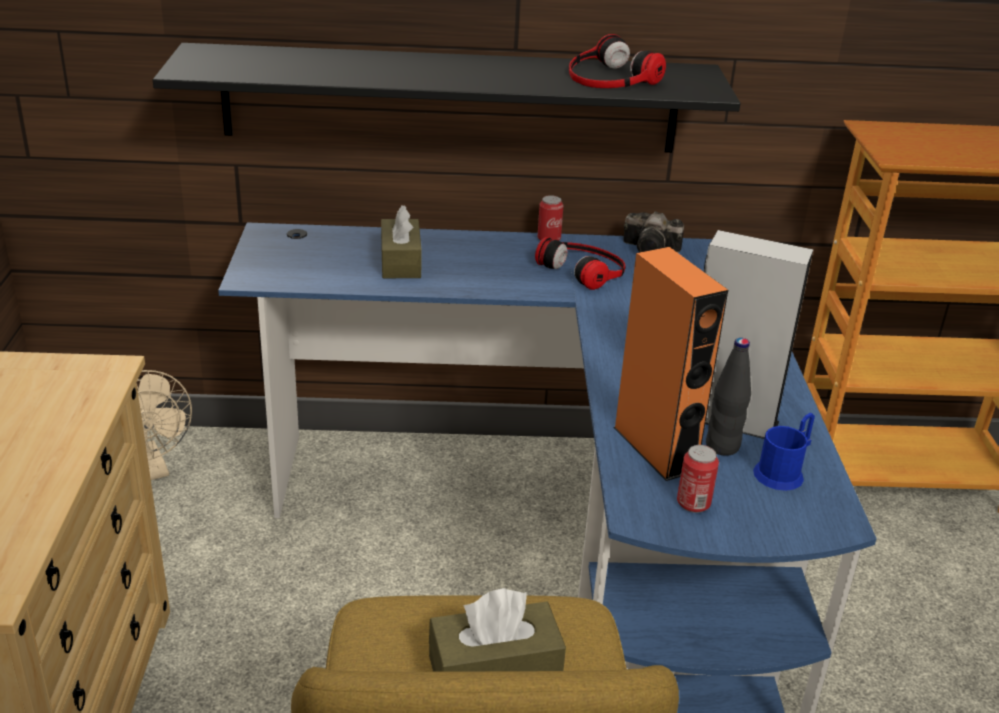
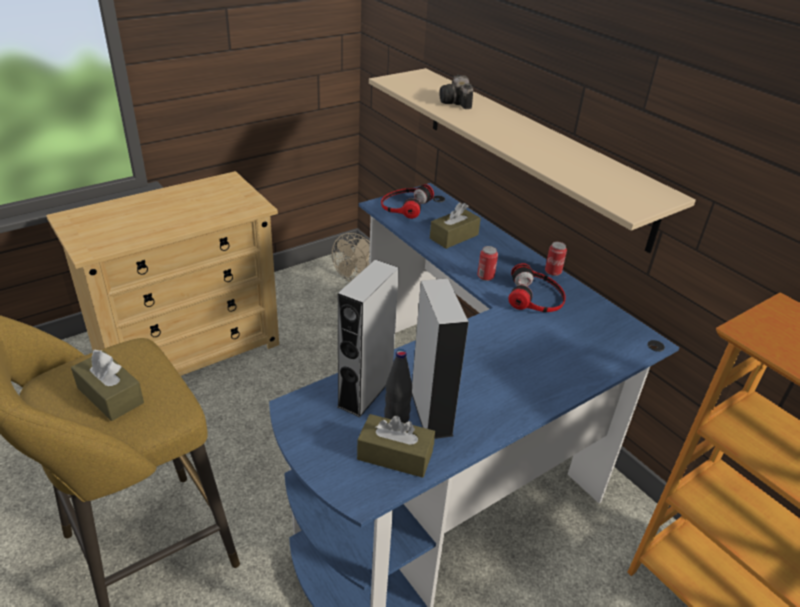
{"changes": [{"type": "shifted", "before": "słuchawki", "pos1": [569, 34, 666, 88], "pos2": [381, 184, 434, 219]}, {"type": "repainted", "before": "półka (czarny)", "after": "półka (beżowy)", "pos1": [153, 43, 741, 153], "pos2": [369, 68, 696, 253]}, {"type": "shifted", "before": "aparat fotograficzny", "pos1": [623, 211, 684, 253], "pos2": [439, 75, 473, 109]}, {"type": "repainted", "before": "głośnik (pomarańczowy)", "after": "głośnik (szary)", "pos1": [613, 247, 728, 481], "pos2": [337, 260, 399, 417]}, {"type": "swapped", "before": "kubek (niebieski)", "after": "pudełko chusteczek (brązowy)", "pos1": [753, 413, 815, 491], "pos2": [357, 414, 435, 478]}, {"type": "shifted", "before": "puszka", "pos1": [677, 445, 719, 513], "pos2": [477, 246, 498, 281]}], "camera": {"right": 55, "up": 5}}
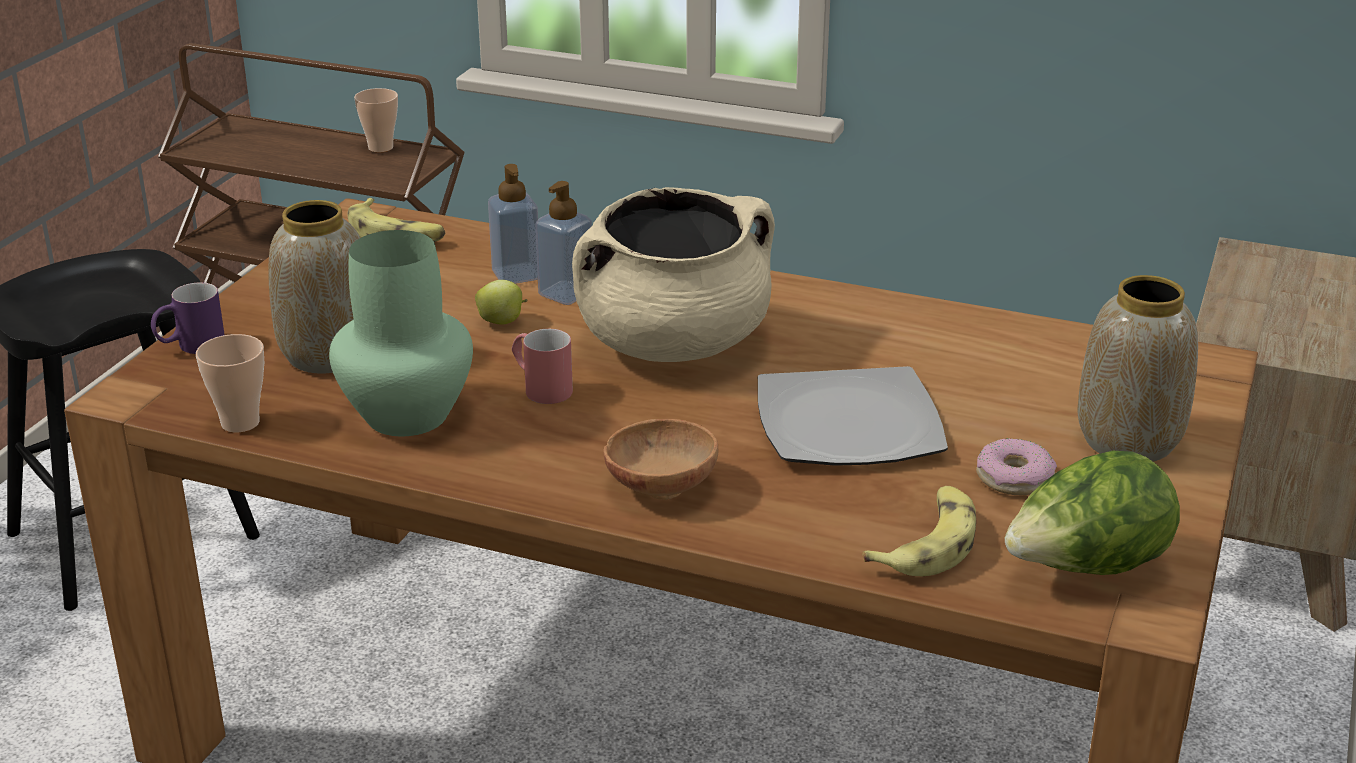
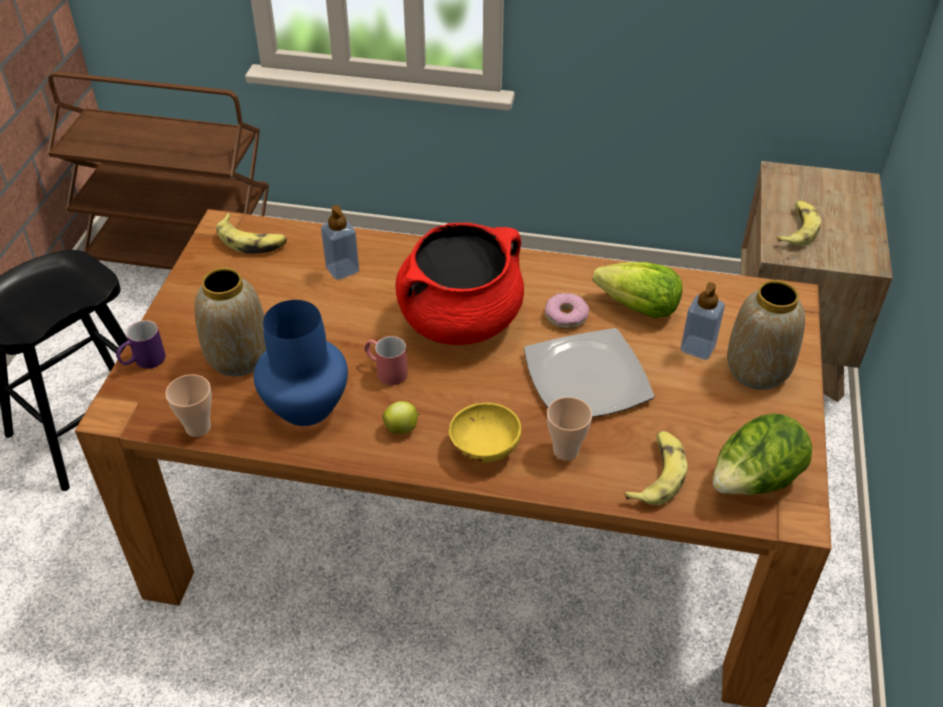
{"changes": [{"type": "shifted", "before": "filiżanka", "pos1": [354, 88, 398, 152], "pos2": [547, 397, 592, 460]}, {"type": "shifted", "before": "dozownik mydła", "pos1": [535, 181, 592, 305], "pos2": [681, 282, 725, 360]}, {"type": "repainted", "before": "garnek (beżowy)", "after": "garnek (czerwony)", "pos1": [572, 187, 775, 362], "pos2": [395, 223, 524, 345]}, {"type": "repainted", "before": "wazon (zielony)", "after": "wazon (niebieski)", "pos1": [329, 230, 473, 436], "pos2": [254, 300, 348, 426]}, {"type": "shifted", "before": "jabłko", "pos1": [475, 280, 528, 325], "pos2": [383, 401, 420, 434]}, {"type": "repainted", "before": "miska (brązowy)", "after": "miska (żółty)", "pos1": [604, 419, 719, 500], "pos2": [449, 403, 522, 463]}, {"type": "shifted", "before": "donut", "pos1": [976, 438, 1057, 495], "pos2": [545, 293, 589, 329]}, {"type": "new", "after": "banan", "pos2": [776, 201, 821, 246]}, {"type": "new", "after": "sałata", "pos2": [593, 262, 683, 318]}], "camera": {"right": -10, "up": 15}}
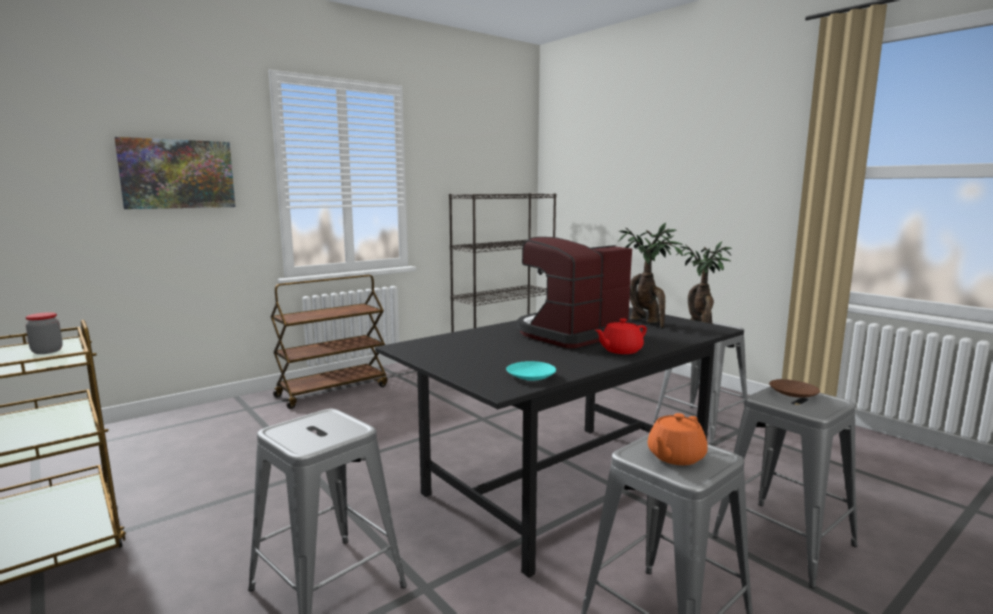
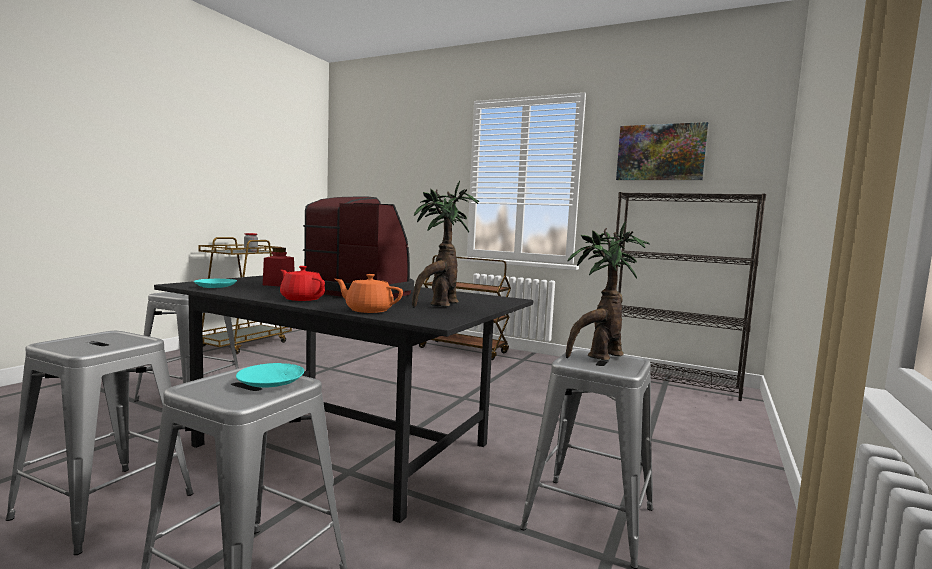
{"changes": [{"type": "shifted", "before": "obraz", "pos1": [114, 137, 235, 209], "pos2": [616, 122, 708, 180]}, {"type": "repainted", "before": "talerz (brązowy)", "after": "talerz (turkusowy)", "pos1": [769, 379, 820, 398], "pos2": [236, 363, 304, 388]}, {"type": "shifted", "before": "imbryk (pomarańczowy)", "pos1": [647, 413, 708, 465], "pos2": [335, 274, 403, 313]}, {"type": "new", "after": "słoik (czerwony)", "pos2": [263, 247, 295, 286]}], "camera": {"right": 65, "up": -5}}
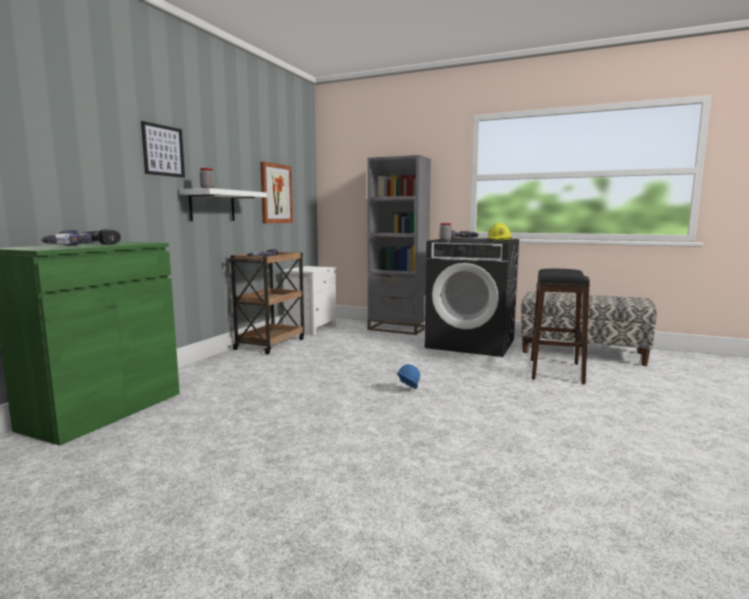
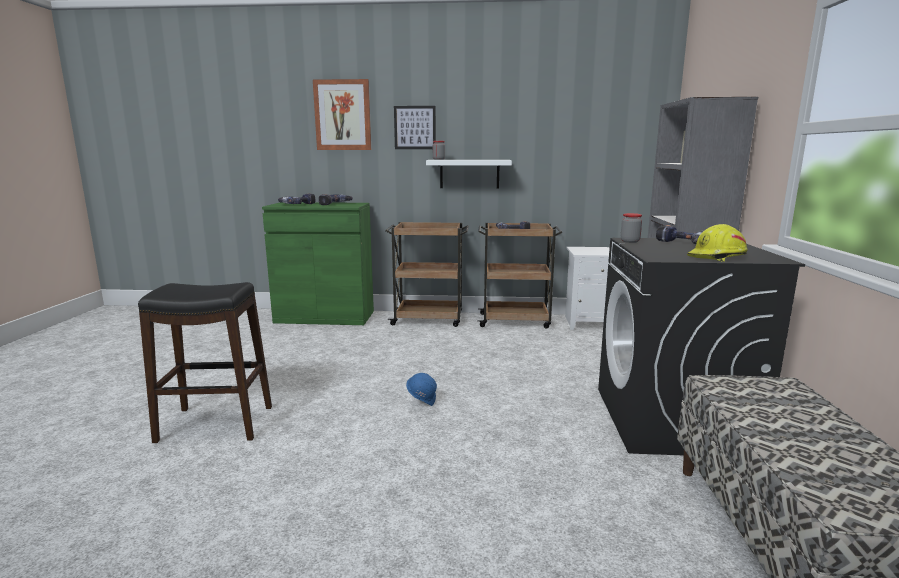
{"changes": [{"type": "shifted", "before": "obraz", "pos1": [260, 162, 293, 223], "pos2": [313, 79, 371, 150]}, {"type": "shifted", "before": "stołek (czarny)", "pos1": [531, 269, 590, 384], "pos2": [138, 282, 272, 443]}, {"type": "new", "after": "wózek (brązowy)", "pos2": [385, 222, 469, 327]}], "camera": {"right": 70, "up": 5}}
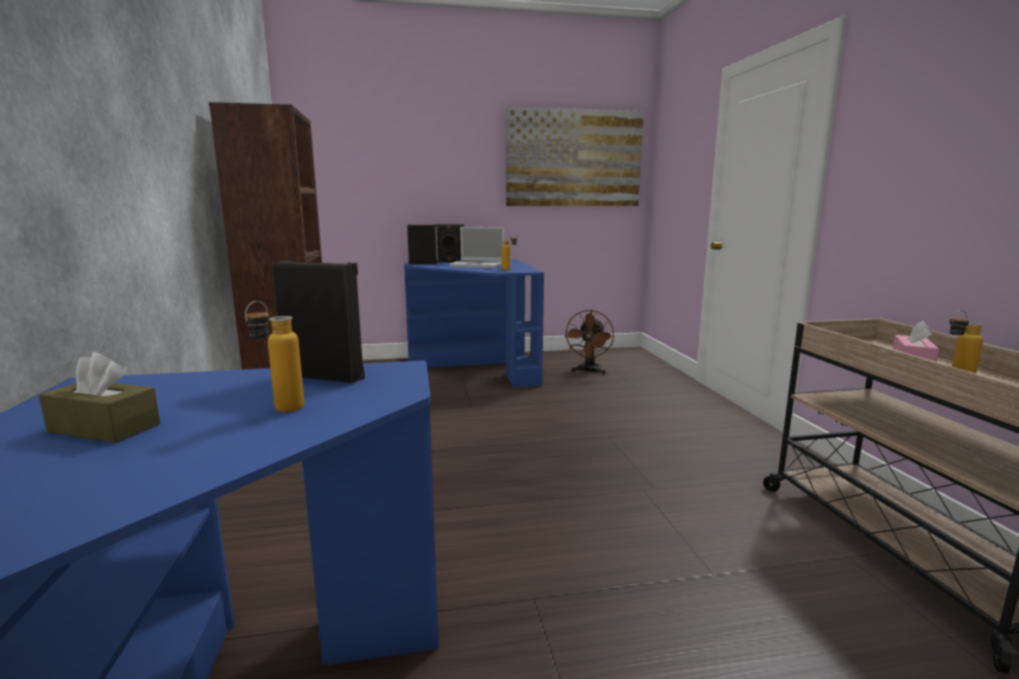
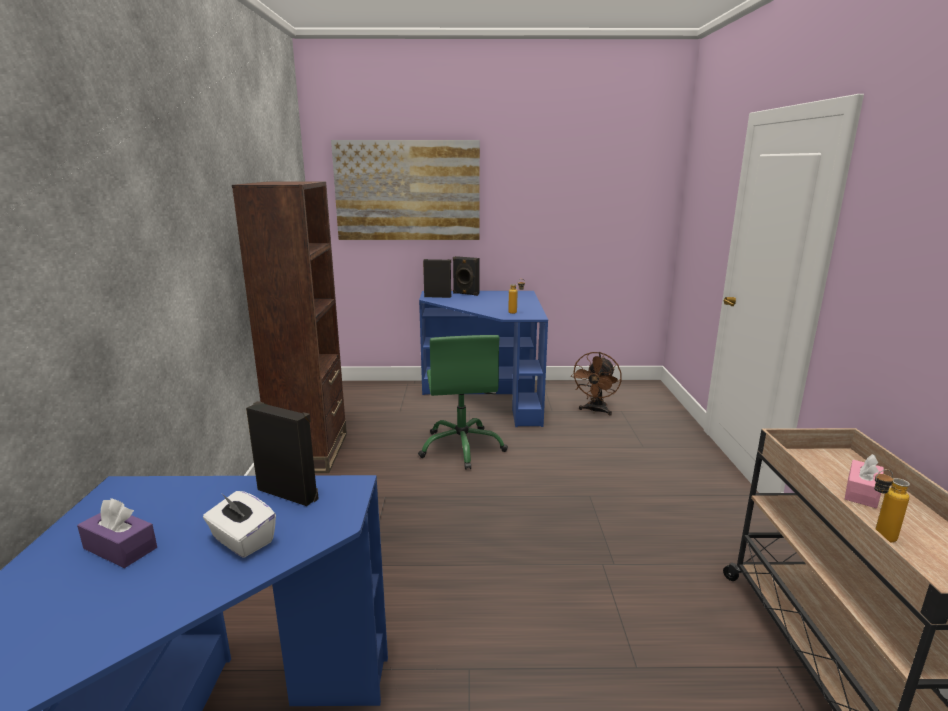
{"changes": [{"type": "shifted", "before": "obraz", "pos1": [506, 106, 644, 206], "pos2": [331, 140, 480, 240]}, {"type": "gone", "before": "laptop", "pos1": [450, 227, 504, 268]}, {"type": "swapped", "before": "butelka", "after": "pudełko chusteczek (biały)", "pos1": [245, 301, 304, 412], "pos2": [203, 491, 276, 558]}, {"type": "repainted", "before": "pudełko chusteczek (brązowy)", "after": "pudełko chusteczek (fioletowy)", "pos1": [39, 352, 160, 443], "pos2": [77, 498, 157, 568]}, {"type": "new", "after": "krzesło biurowe (zielony)", "pos2": [418, 335, 508, 470]}], "camera": {"right": 10, "up": 5}}
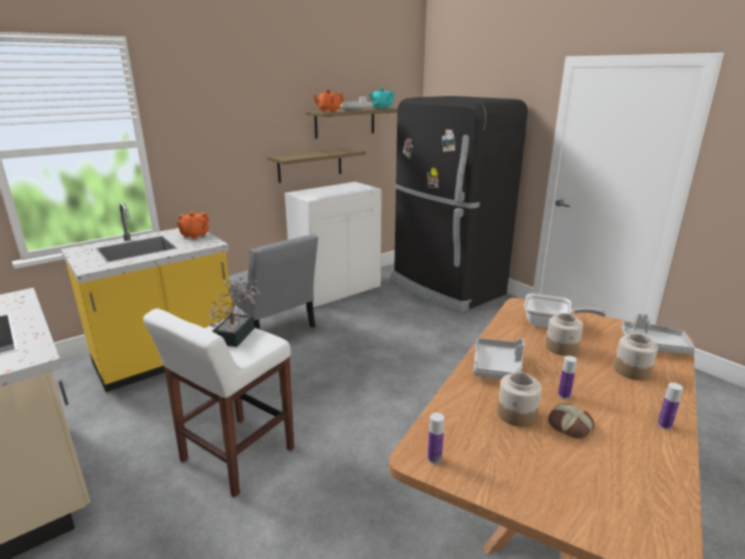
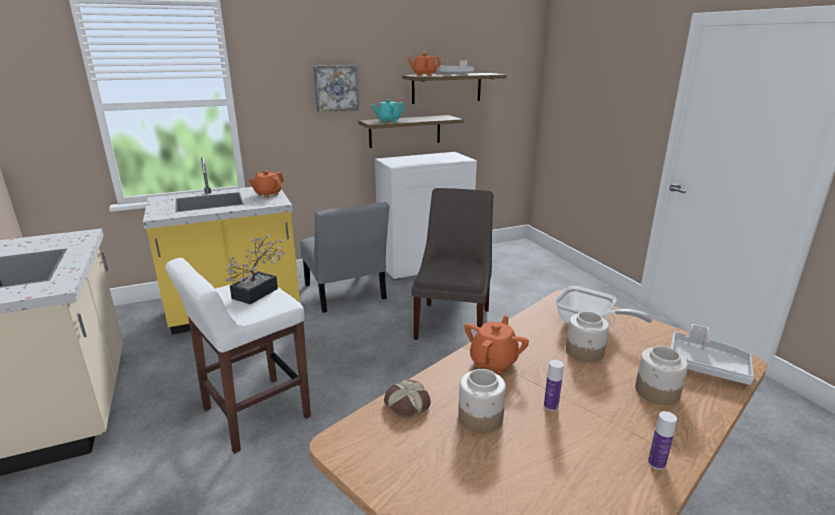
{"changes": [{"type": "shifted", "before": "imbryk (turkusowy)", "pos1": [369, 88, 395, 109], "pos2": [372, 99, 405, 122]}, {"type": "gone", "before": "lodówka (czarny)", "pos1": [391, 96, 528, 312]}, {"type": "swapped", "before": "taca (szary)", "after": "imbryk (pomarańczowy)", "pos1": [474, 338, 525, 379], "pos2": [464, 316, 529, 374]}, {"type": "shifted", "before": "chleb", "pos1": [548, 403, 595, 439], "pos2": [384, 380, 431, 418]}, {"type": "gone", "before": "butelka", "pos1": [428, 413, 444, 464]}, {"type": "new", "after": "obraz", "pos2": [313, 65, 359, 112]}, {"type": "new", "after": "krzesło (szary)", "pos2": [412, 188, 494, 340]}], "camera": {"right": 15, "up": 0}}
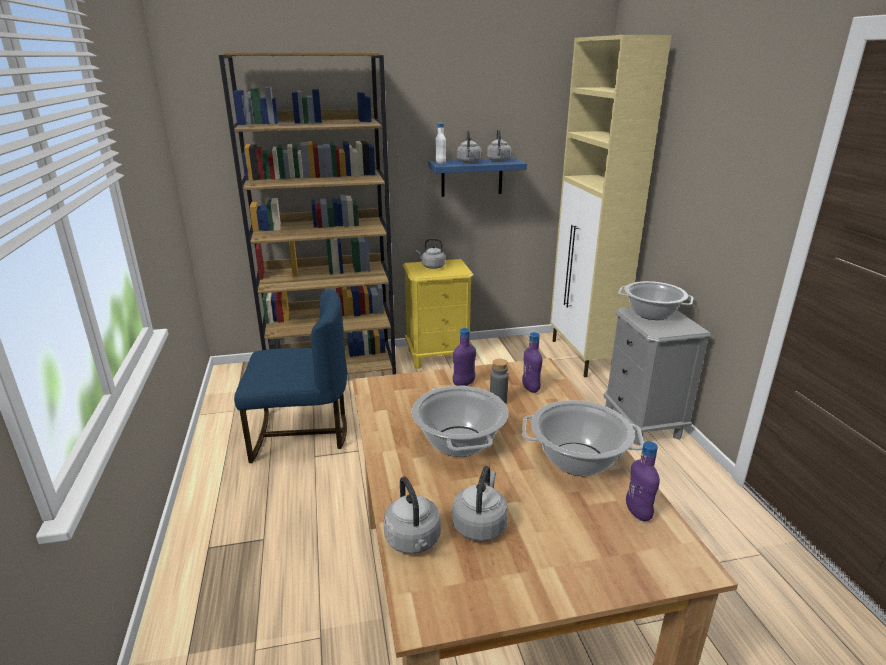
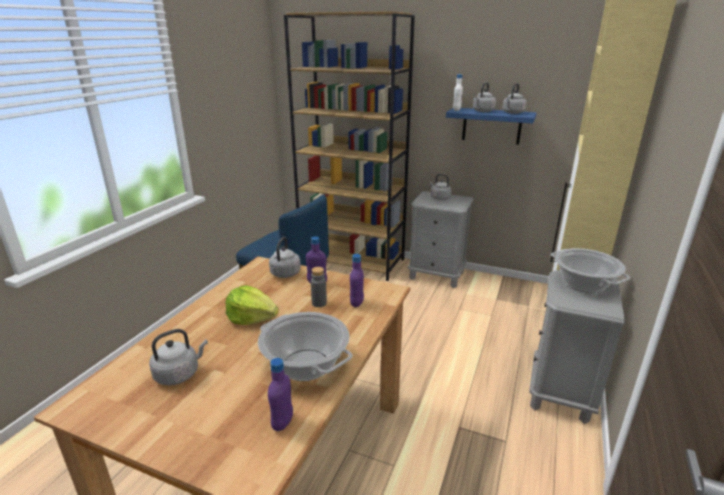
{"changes": [{"type": "repainted", "before": "szafka nocna (żółty)", "after": "szafka nocna (szary)", "pos1": [403, 259, 474, 369], "pos2": [408, 191, 474, 288]}, {"type": "swapped", "before": "garnek", "after": "sałata", "pos1": [412, 386, 508, 457], "pos2": [225, 285, 279, 325]}, {"type": "shifted", "before": "czajnik (szary)", "pos1": [383, 477, 441, 554], "pos2": [269, 237, 301, 278]}], "camera": {"right": 35, "up": 0}}
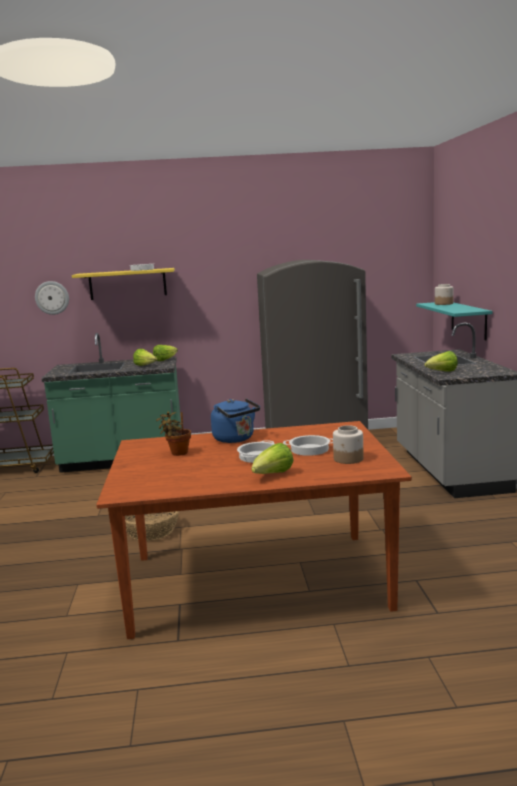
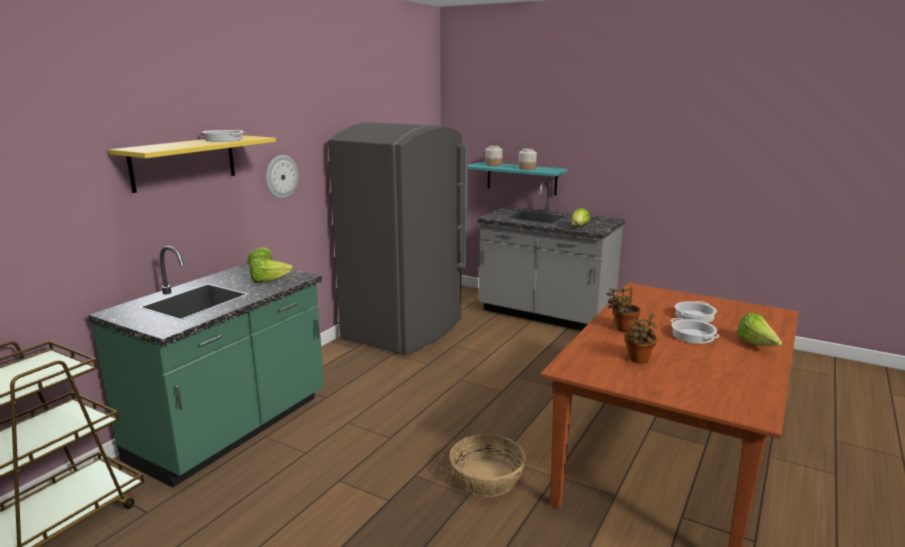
{"changes": [{"type": "shifted", "before": "zegar ścienny", "pos1": [35, 281, 69, 315], "pos2": [266, 155, 299, 199]}, {"type": "swapped", "before": "czajnik (niebieski)", "after": "roślina doniczkowa", "pos1": [211, 398, 260, 443], "pos2": [606, 287, 641, 332]}, {"type": "shifted", "before": "słoik", "pos1": [333, 425, 364, 464], "pos2": [518, 149, 537, 170]}], "camera": {"right": -55, "up": 5}}
